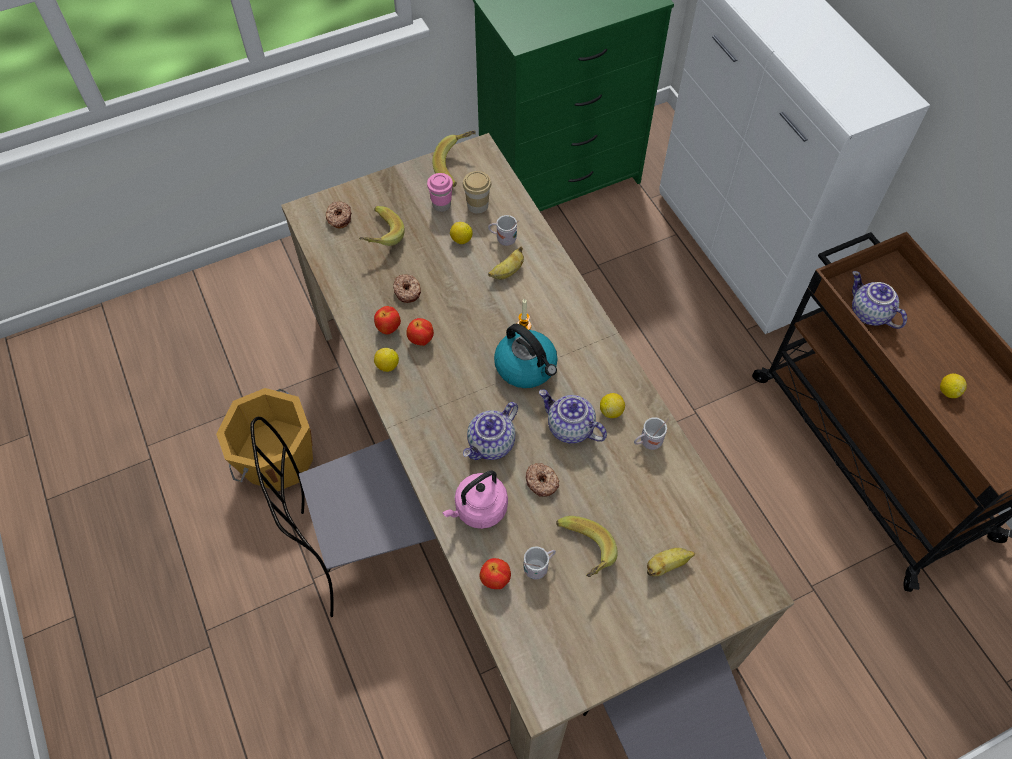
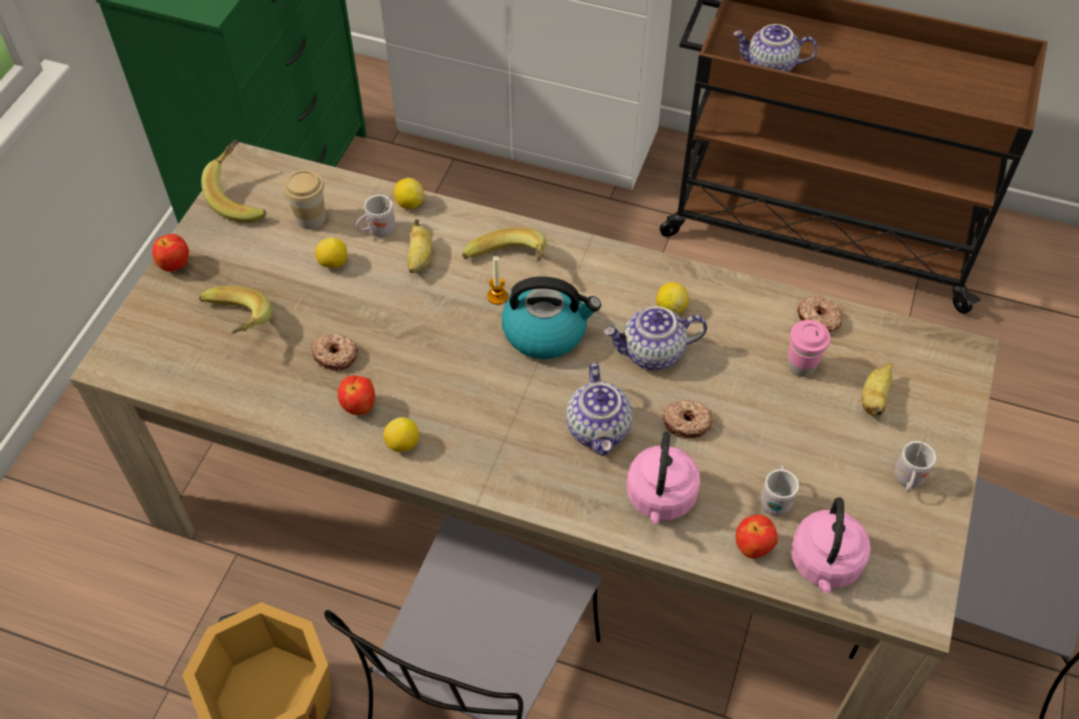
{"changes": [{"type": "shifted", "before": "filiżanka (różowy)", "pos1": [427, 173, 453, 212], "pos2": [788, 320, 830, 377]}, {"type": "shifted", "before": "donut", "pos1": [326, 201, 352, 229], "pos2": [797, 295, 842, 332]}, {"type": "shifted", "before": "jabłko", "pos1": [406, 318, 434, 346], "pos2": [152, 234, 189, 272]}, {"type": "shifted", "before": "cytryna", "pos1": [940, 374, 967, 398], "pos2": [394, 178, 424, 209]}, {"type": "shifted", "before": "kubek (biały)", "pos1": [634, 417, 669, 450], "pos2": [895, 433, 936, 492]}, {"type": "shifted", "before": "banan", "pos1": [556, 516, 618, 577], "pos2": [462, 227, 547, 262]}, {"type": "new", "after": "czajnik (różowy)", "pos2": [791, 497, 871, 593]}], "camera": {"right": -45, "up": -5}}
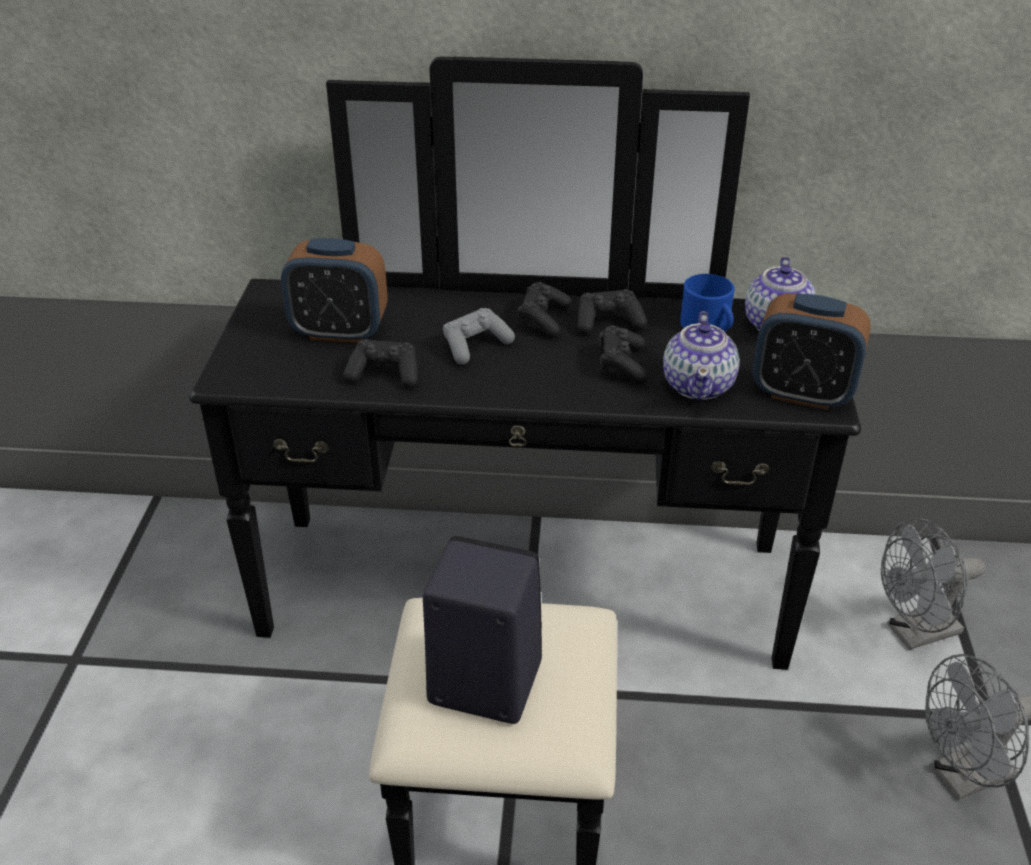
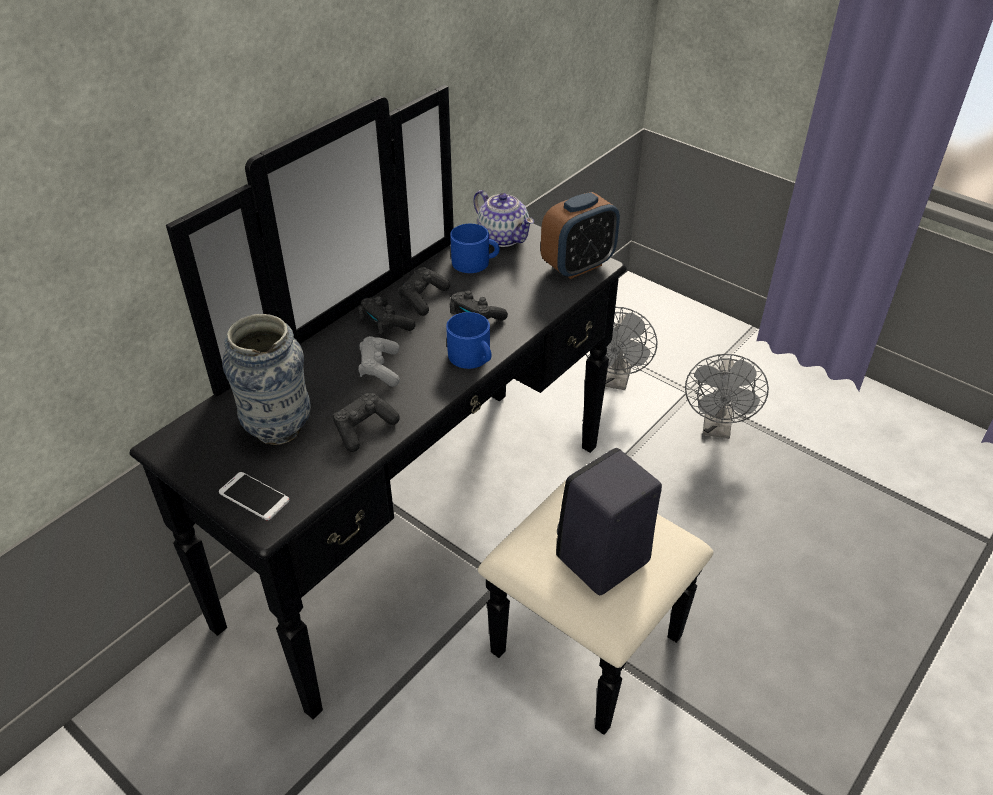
{"changes": [{"type": "swapped", "before": "budzik", "after": "wazon", "pos1": [281, 238, 388, 343], "pos2": [222, 314, 311, 445]}, {"type": "gone", "before": "imbryk", "pos1": [663, 311, 740, 400]}, {"type": "new", "after": "kubek (niebieski)", "pos2": [446, 312, 492, 369]}, {"type": "new", "after": "telefon", "pos2": [219, 472, 289, 520]}], "camera": {"right": -55, "up": 5}}
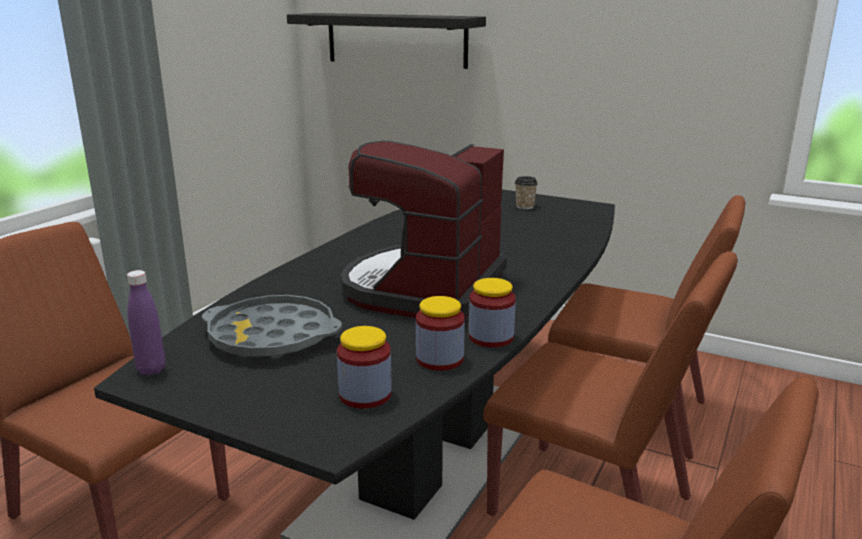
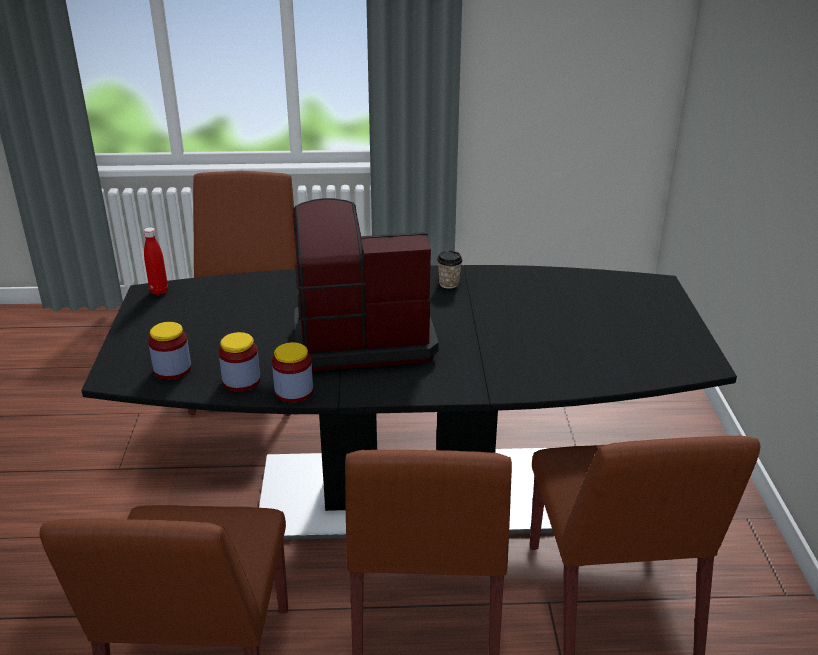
{"changes": [{"type": "gone", "before": "półka (czarny)", "pos1": [287, 13, 486, 69]}, {"type": "shifted", "before": "filiżanka", "pos1": [515, 176, 538, 209], "pos2": [437, 250, 463, 289]}, {"type": "repainted", "before": "butelka (fioletowy)", "after": "butelka (czerwony)", "pos1": [127, 270, 165, 376], "pos2": [143, 227, 168, 295]}, {"type": "gone", "before": "taca (szary)", "pos1": [202, 295, 342, 358]}], "camera": {"right": 60, "up": 10}}
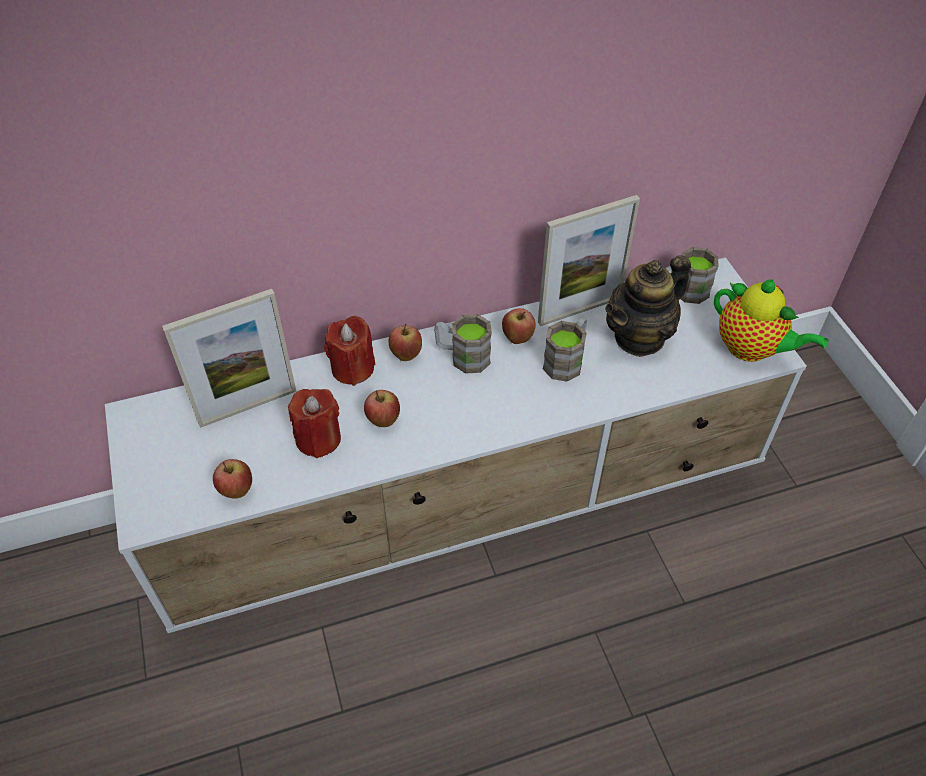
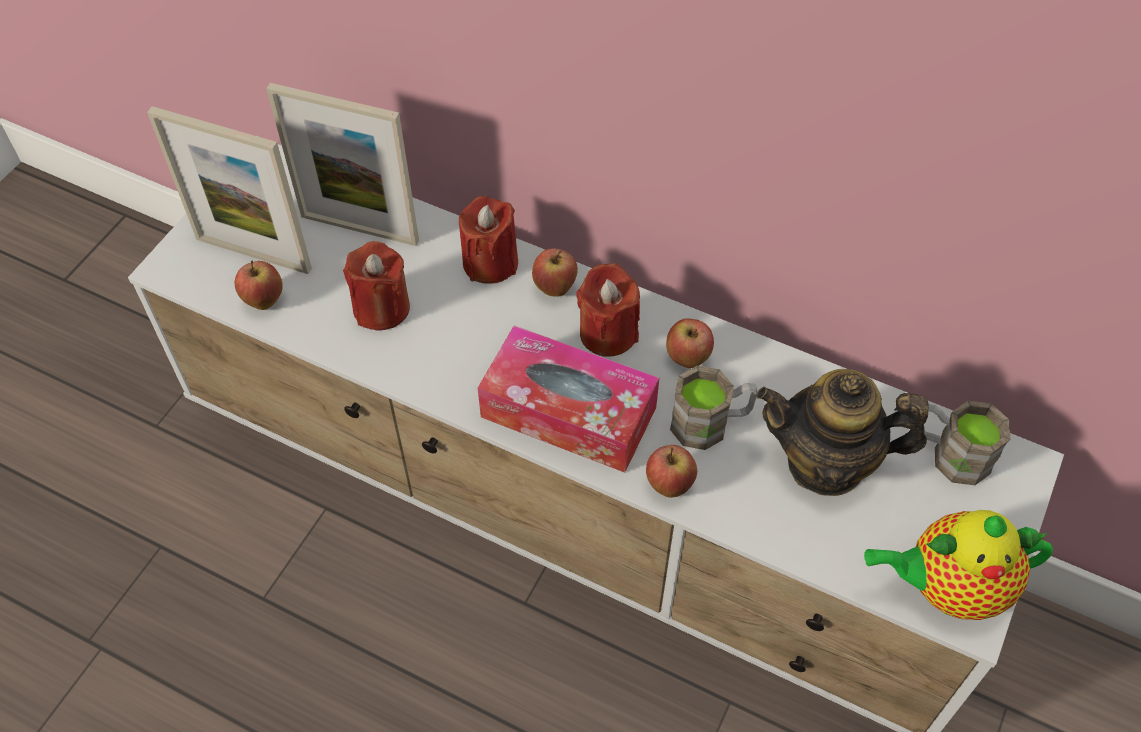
{"changes": [{"type": "shifted", "before": "ramka na zdjęcie", "pos1": [538, 195, 640, 326], "pos2": [147, 106, 312, 274]}, {"type": "rotated", "before": "imbryk", "pos1": [714, 279, 829, 362], "pos2": [864, 510, 1053, 620], "turn": 90}, {"type": "swapped", "before": "kubek (brązowy)", "after": "świeca (czerwony)", "pos1": [434, 314, 492, 374], "pos2": [576, 263, 640, 357]}, {"type": "shifted", "before": "jabłko", "pos1": [364, 390, 400, 427], "pos2": [646, 445, 697, 498]}, {"type": "new", "after": "pudełko chusteczek", "pos2": [478, 325, 659, 473]}], "camera": {"right": 45, "up": 5}}
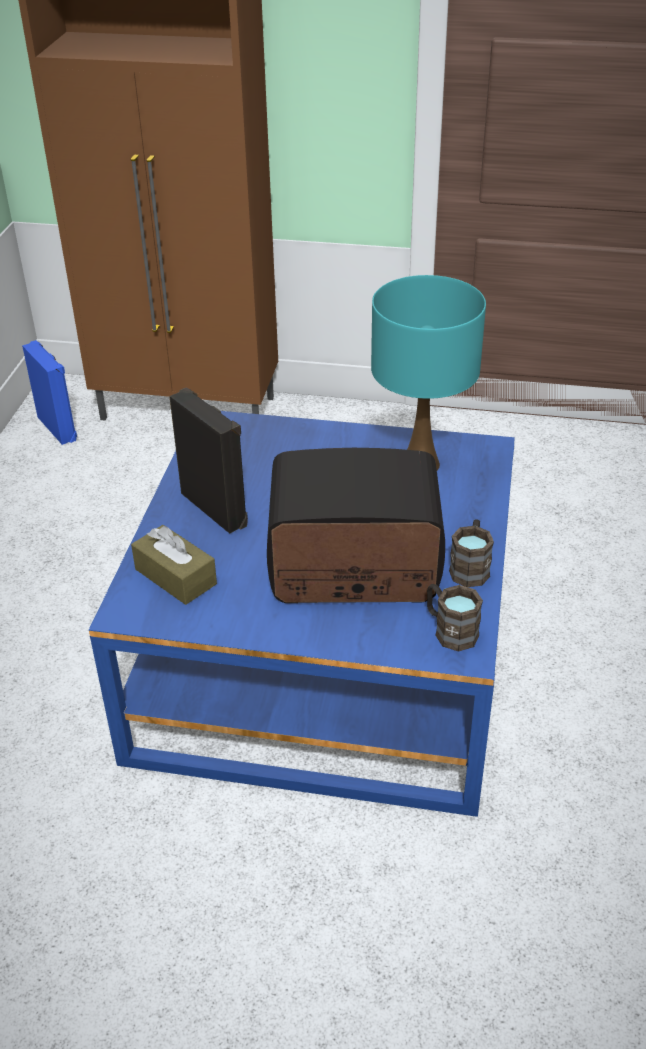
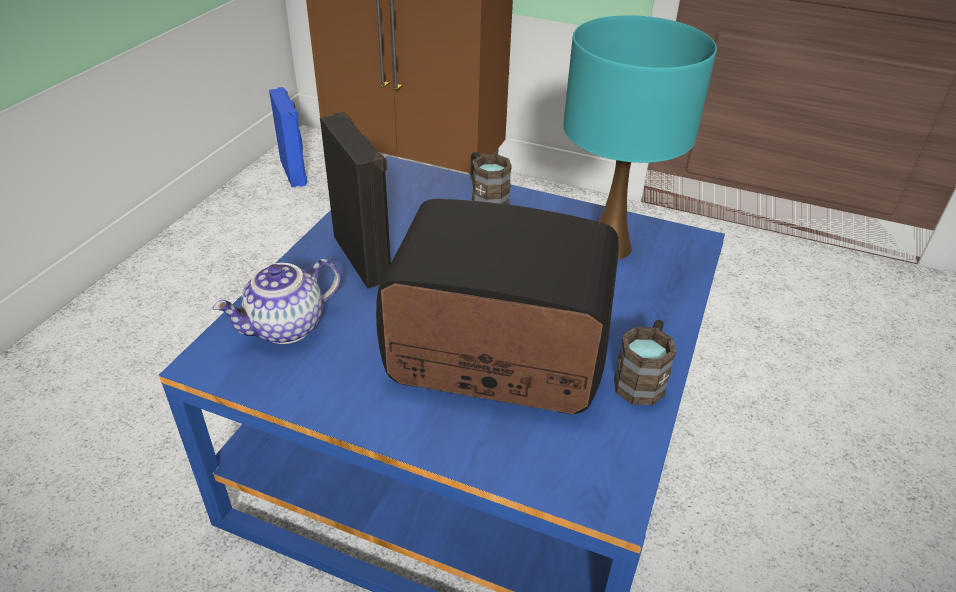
{"changes": [{"type": "swapped", "before": "pudełko chusteczek (brązowy)", "after": "imbryk", "pos1": [131, 525, 217, 605], "pos2": [213, 259, 340, 344]}, {"type": "shifted", "before": "kubek (brązowy)", "pos1": [427, 584, 483, 652], "pos2": [470, 152, 512, 205]}], "camera": {"right": 10, "up": 0}}
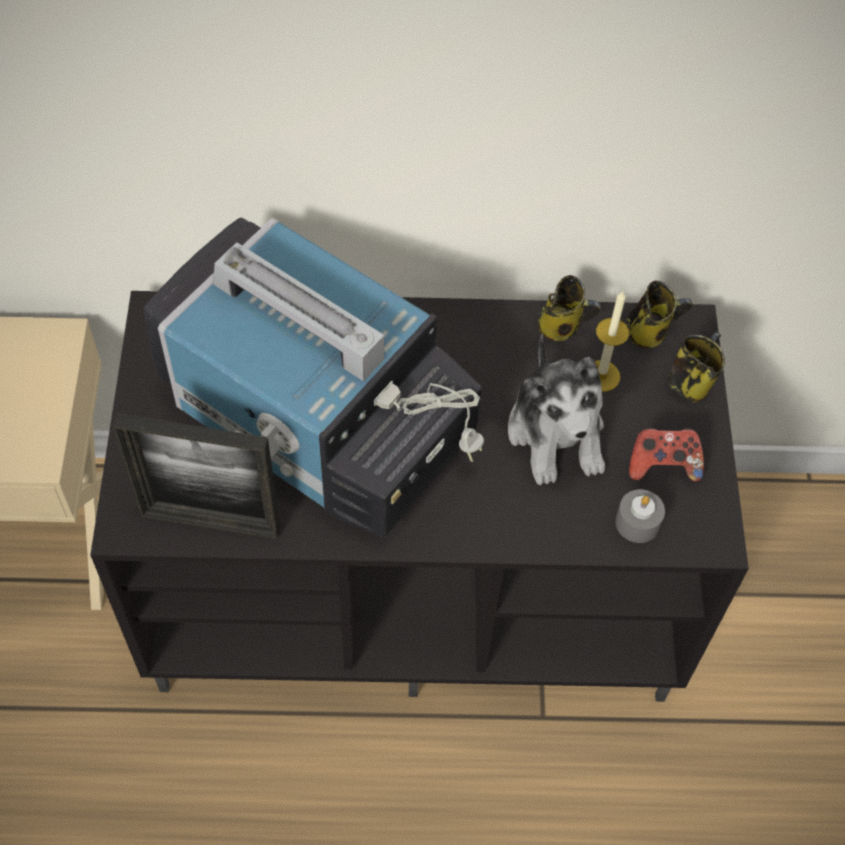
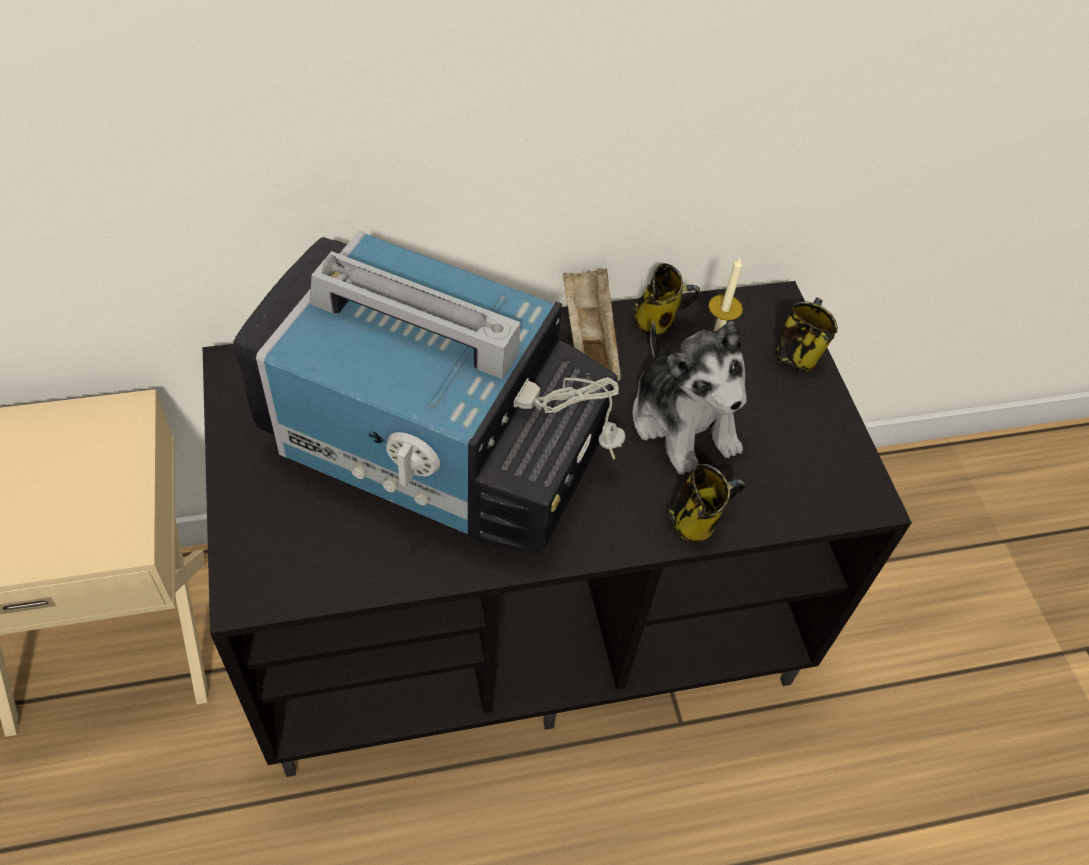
{"changes": [{"type": "shifted", "before": "kubek", "pos1": [626, 281, 693, 348], "pos2": [668, 464, 746, 542]}, {"type": "gone", "before": "ramka na zdjęcie", "pos1": [112, 413, 280, 539]}, {"type": "gone", "before": "pad do gier", "pos1": [629, 427, 704, 482]}, {"type": "gone", "before": "świeca (szary)", "pos1": [615, 489, 665, 543]}, {"type": "new", "after": "taca (beżowy)", "pos2": [563, 268, 621, 381]}], "camera": {"right": -15, "up": -5}}
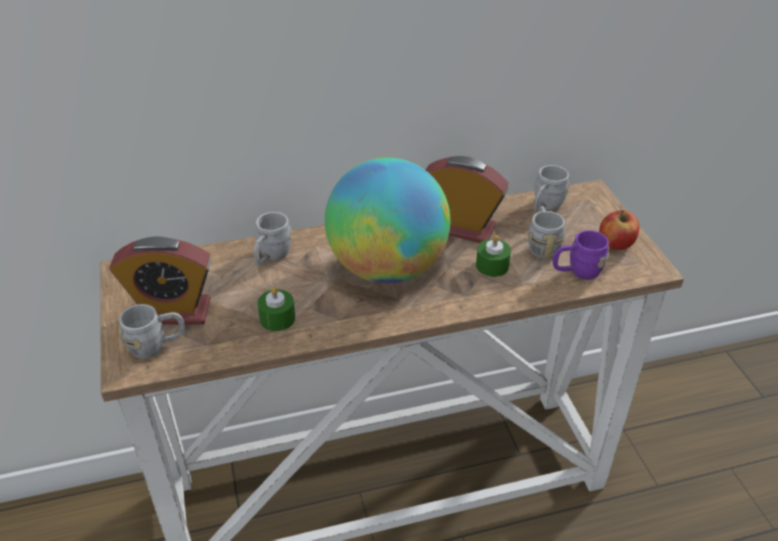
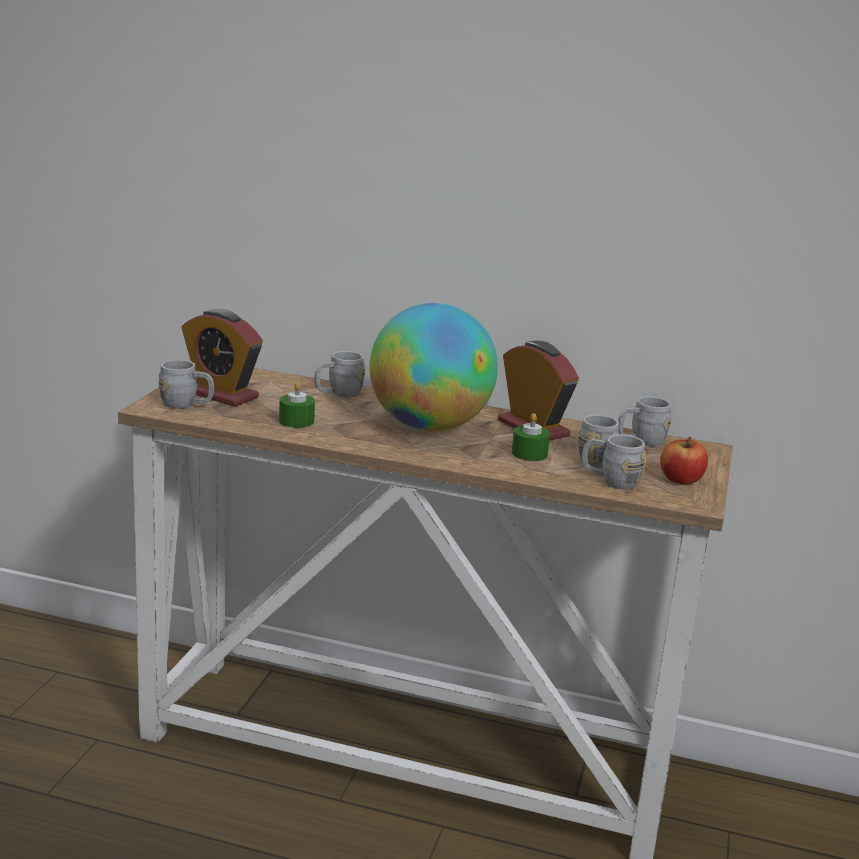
{"changes": [{"type": "repainted", "before": "kubek (fioletowy)", "after": "kubek (szary)", "pos1": [553, 230, 609, 280], "pos2": [582, 434, 646, 489]}], "camera": {"right": 30, "up": -20}}
